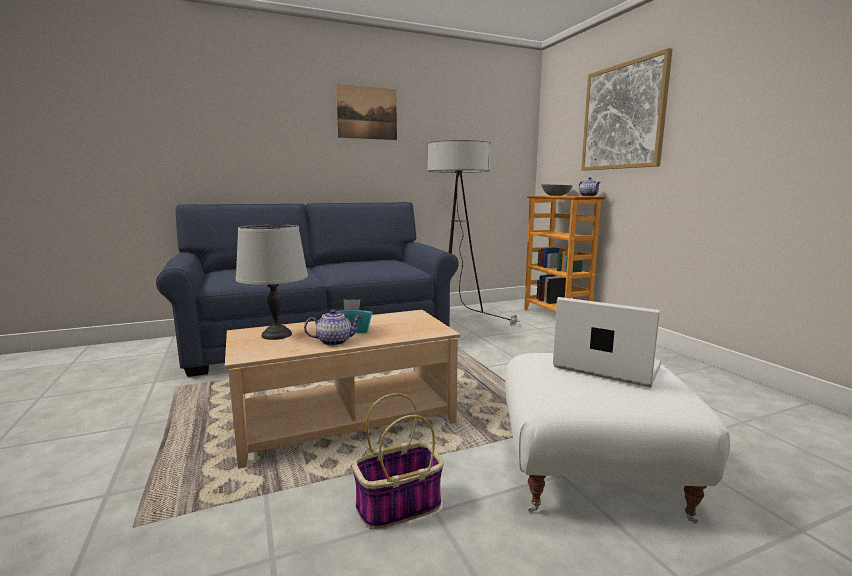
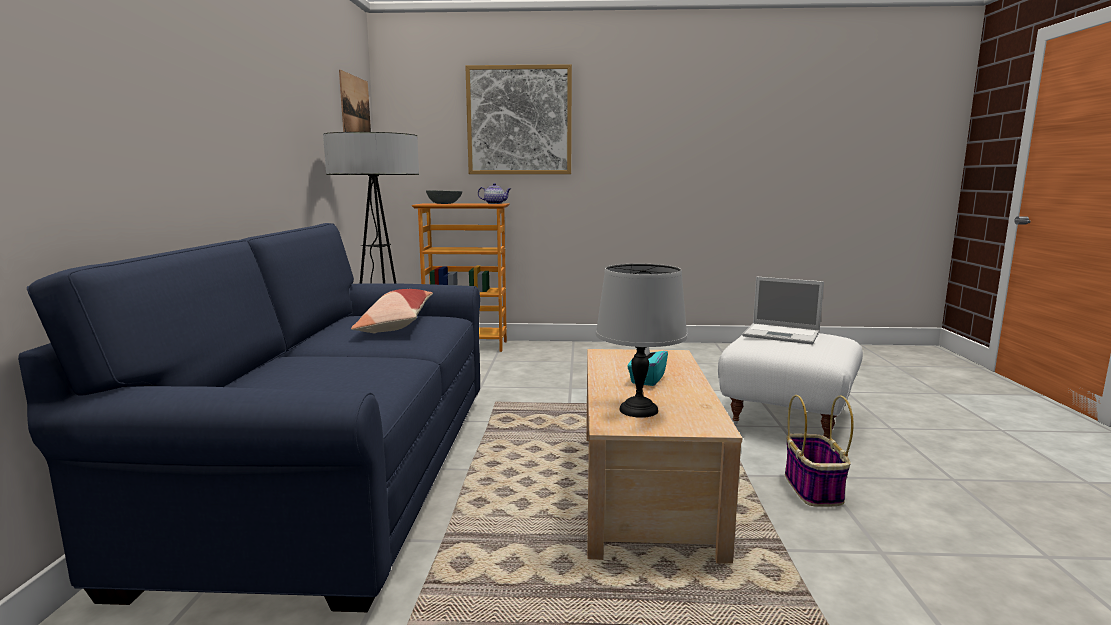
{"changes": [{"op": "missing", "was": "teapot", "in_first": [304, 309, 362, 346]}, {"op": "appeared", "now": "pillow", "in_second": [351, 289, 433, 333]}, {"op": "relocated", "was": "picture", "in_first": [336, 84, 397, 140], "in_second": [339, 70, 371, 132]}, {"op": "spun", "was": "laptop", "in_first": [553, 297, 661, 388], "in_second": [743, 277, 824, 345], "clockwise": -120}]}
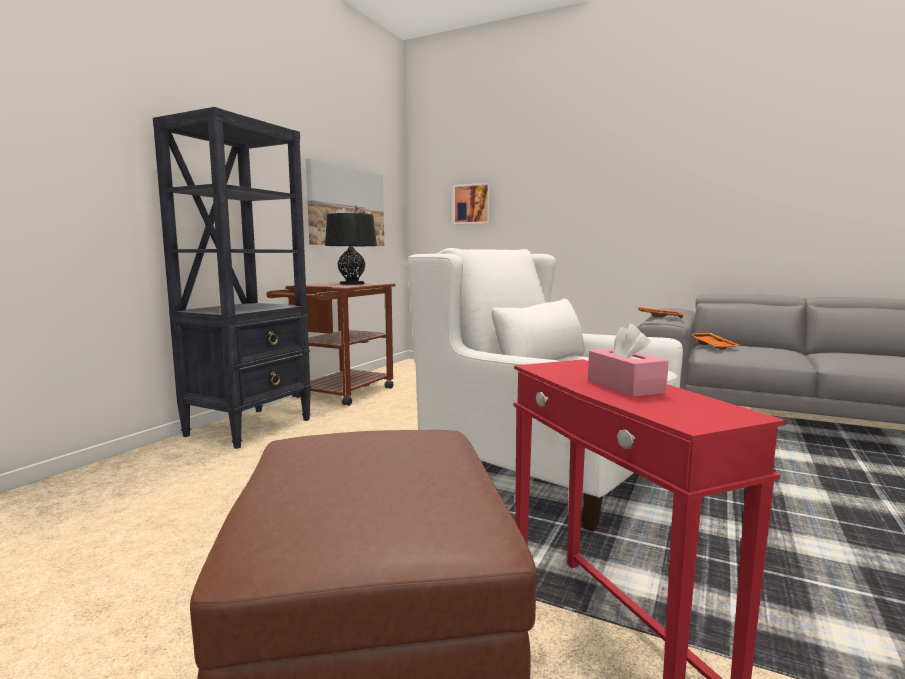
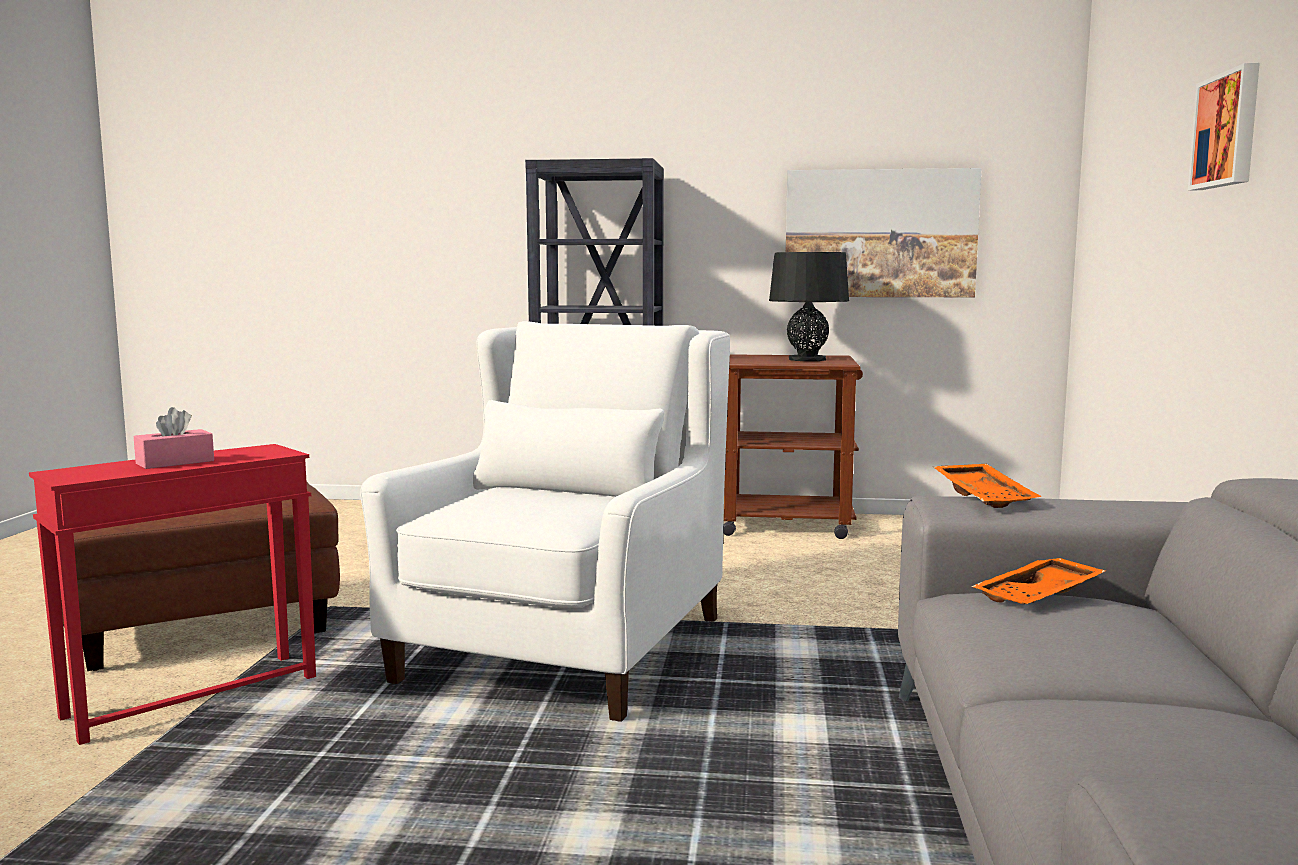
{"changes": [{"op": "relocated", "was": "picture", "in_first": [453, 183, 491, 225], "in_second": [1188, 63, 1260, 190]}]}
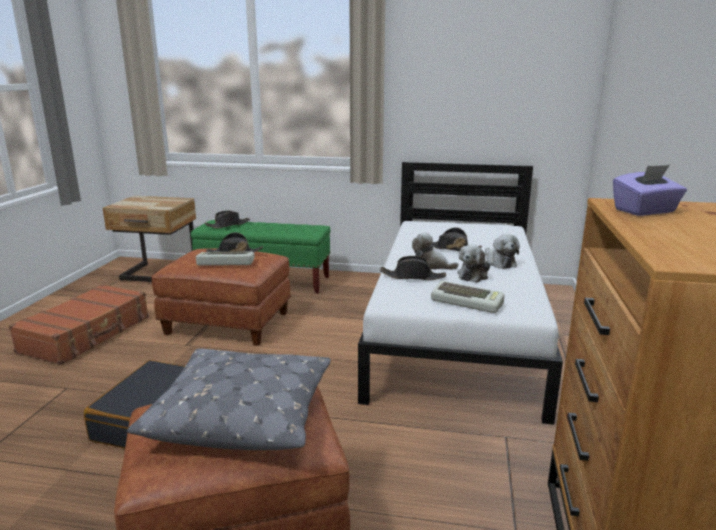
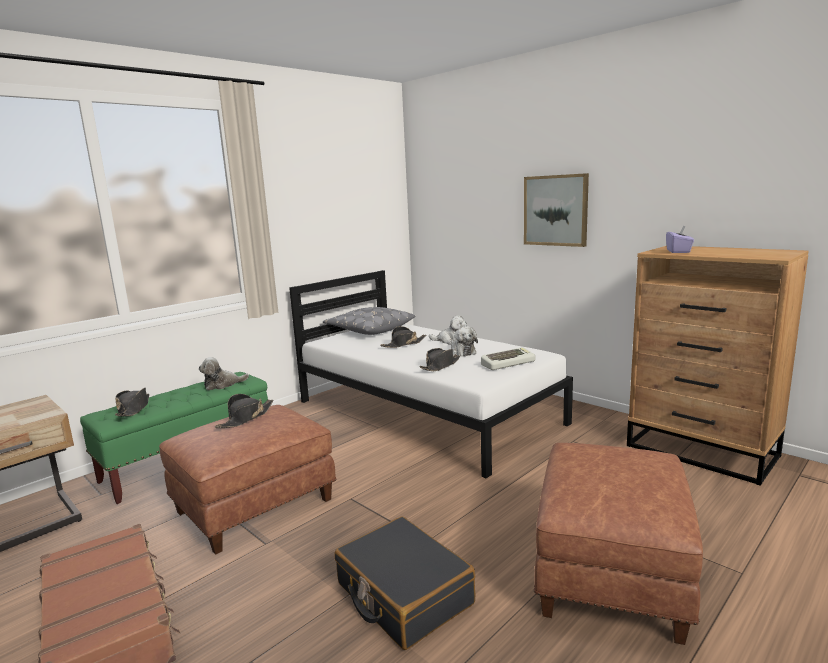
{"changes": [{"op": "missing", "was": "keyboard", "in_first": [196, 251, 255, 266]}, {"op": "appeared", "now": "picture", "in_second": [524, 173, 589, 247]}, {"op": "relocated", "was": "grey pillow", "in_first": [127, 348, 331, 450], "in_second": [323, 307, 415, 335]}, {"op": "relocated", "was": "plush toy", "in_first": [412, 232, 458, 270], "in_second": [199, 357, 249, 390]}]}
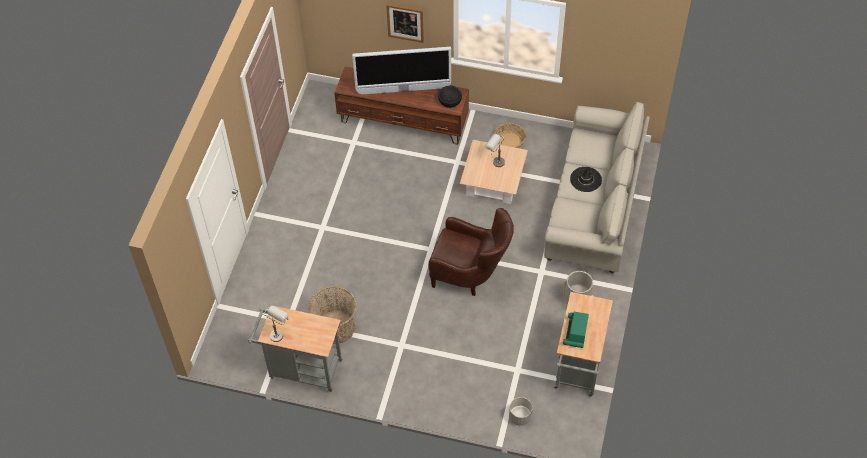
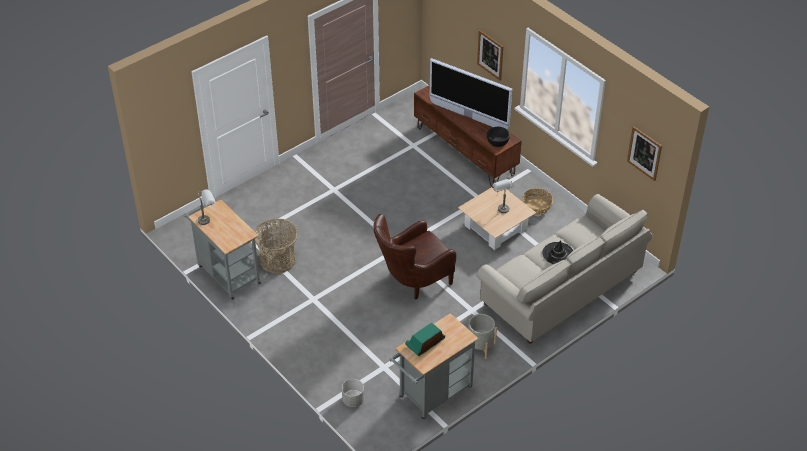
{"changes": [{"op": "appeared", "now": "picture", "in_second": [627, 126, 662, 181]}, {"op": "spun", "was": "brown armchair", "in_first": [429, 208, 514, 296], "in_second": [374, 214, 456, 300], "clockwise": 90}]}
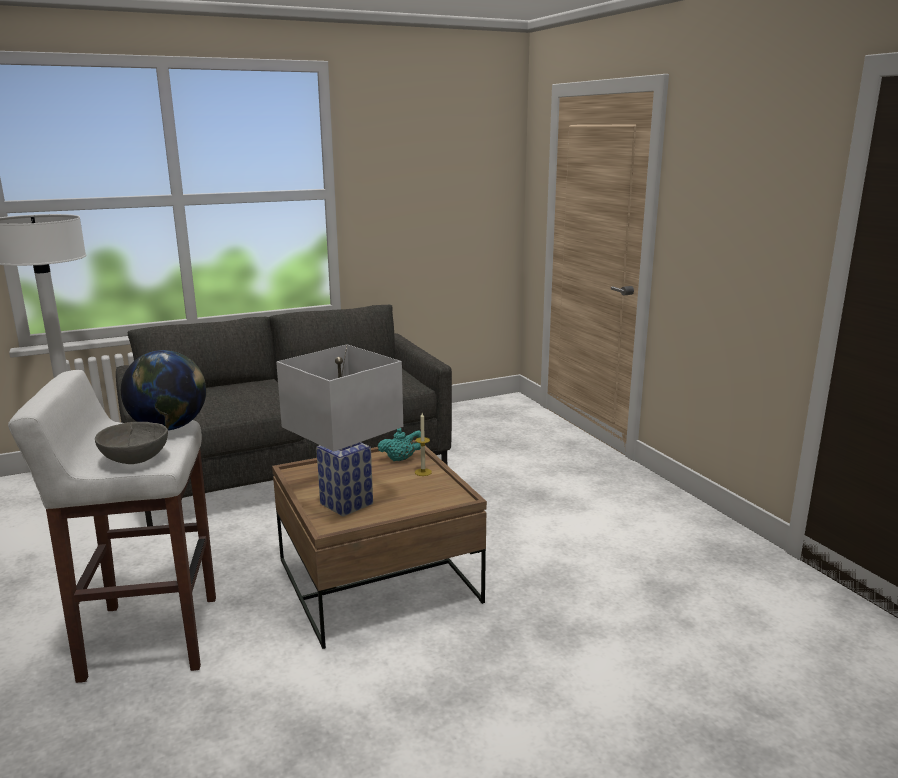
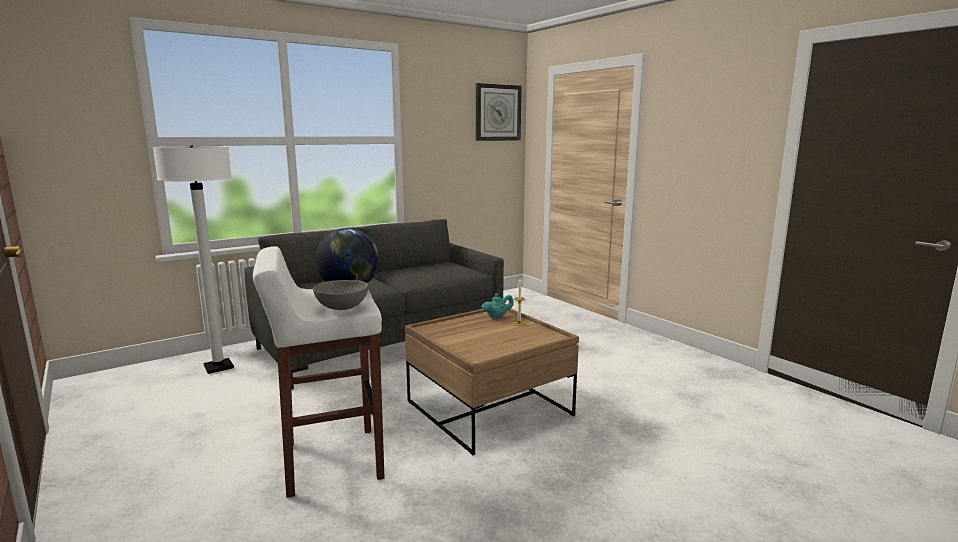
{"changes": [{"op": "missing", "was": "white table lamp", "in_first": [276, 344, 403, 517]}, {"op": "appeared", "now": "wall clock", "in_second": [476, 83, 522, 141]}]}
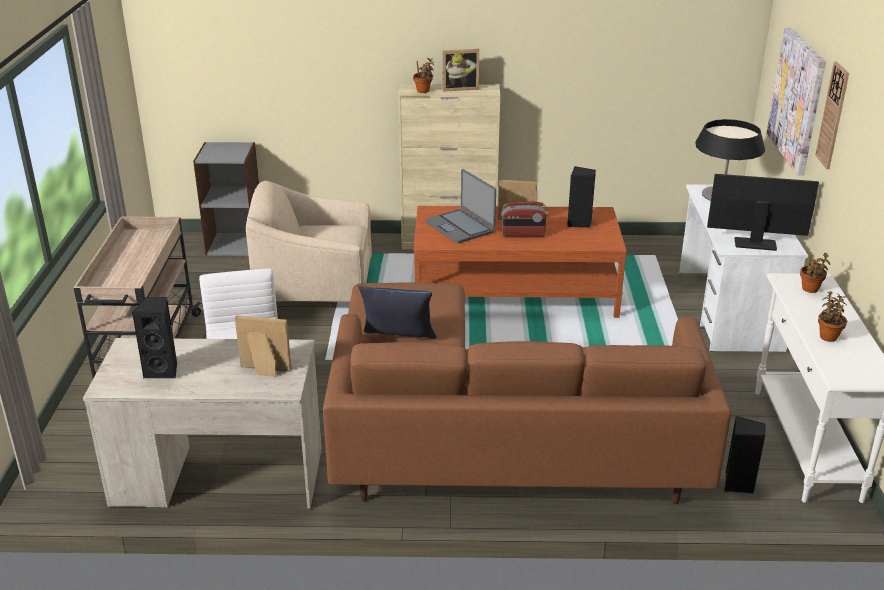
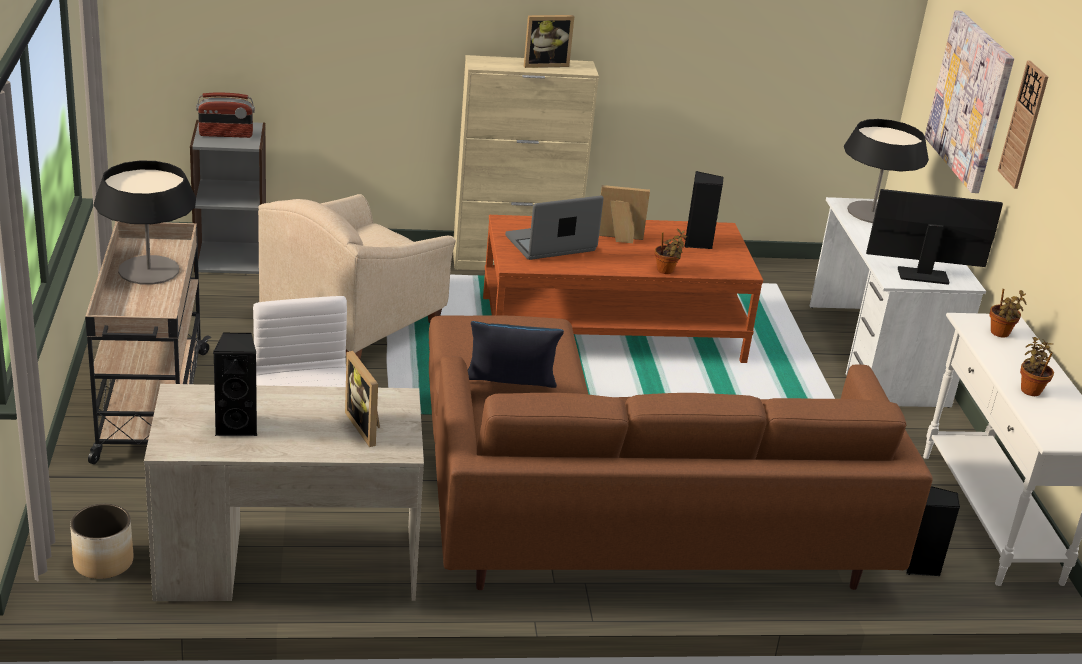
{"changes": [{"op": "appeared", "now": "planter", "in_second": [70, 504, 134, 579]}, {"op": "appeared", "now": "table lamp", "in_second": [94, 160, 196, 285]}, {"op": "relocated", "was": "potted plant", "in_first": [413, 58, 435, 93], "in_second": [655, 229, 687, 274]}, {"op": "relocated", "was": "radio", "in_first": [501, 201, 548, 237], "in_second": [196, 93, 255, 138]}, {"op": "spun", "was": "picture frame", "in_first": [235, 316, 291, 377], "in_second": [345, 351, 380, 447], "clockwise": -120}, {"op": "spun", "was": "beige armchair", "in_first": [246, 181, 372, 302], "in_second": [258, 194, 456, 359], "clockwise": -45}, {"op": "spun", "was": "laptop", "in_first": [425, 169, 496, 244], "in_second": [505, 196, 604, 260], "clockwise": 105}]}
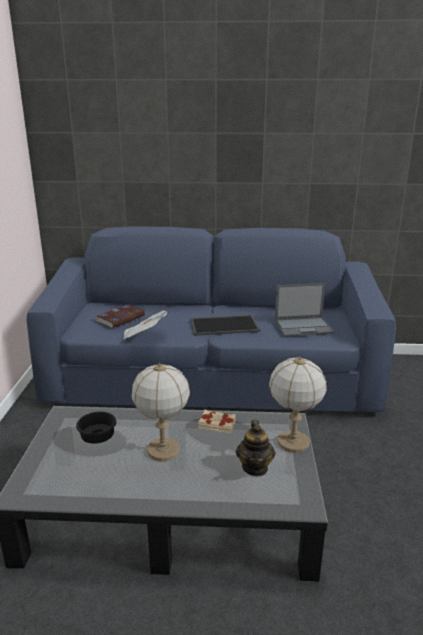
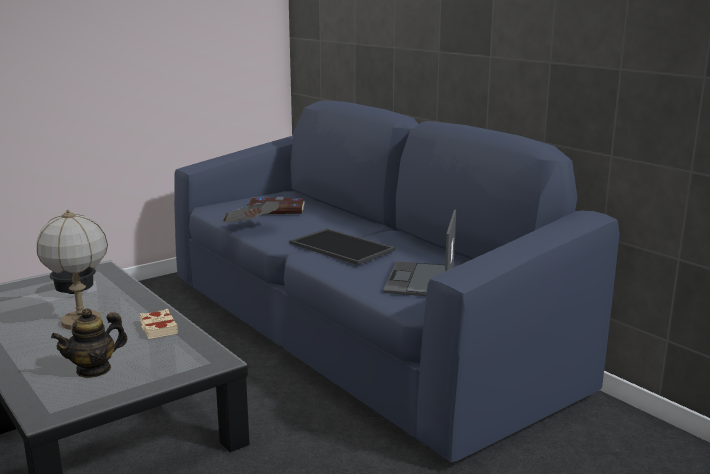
{"changes": [{"op": "missing", "was": "table lamp", "in_first": [269, 357, 327, 453]}, {"op": "spun", "was": "laptop", "in_first": [275, 283, 335, 336], "in_second": [383, 210, 456, 296], "clockwise": 60}]}
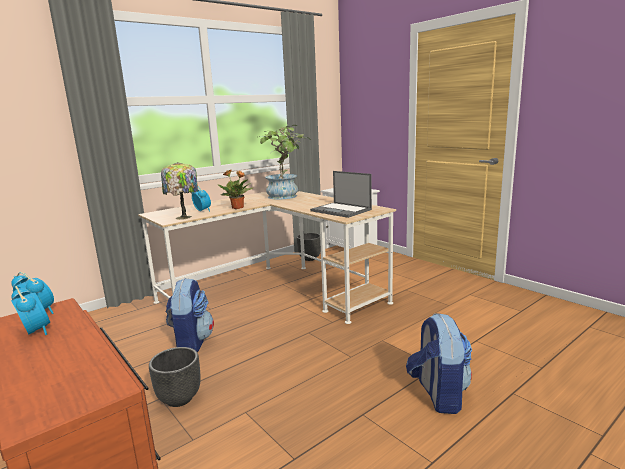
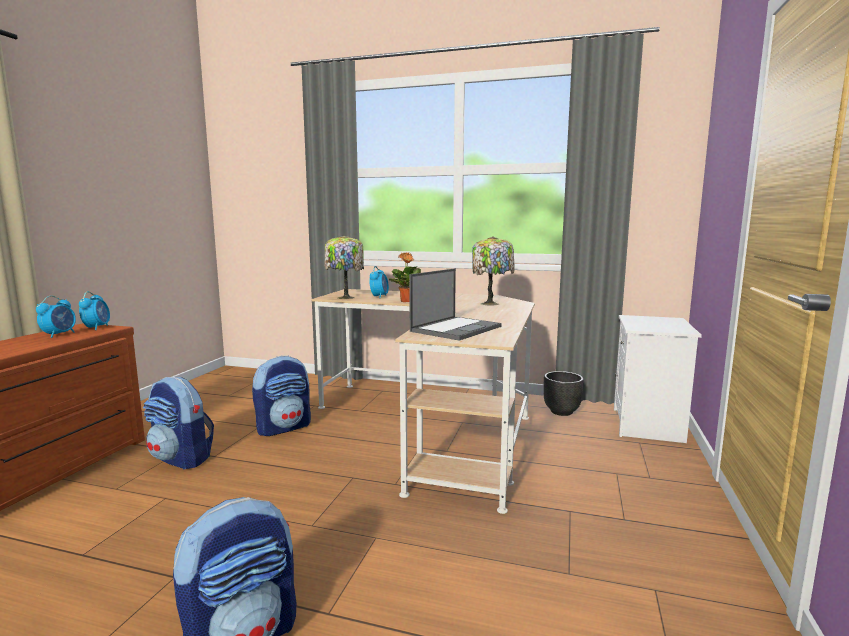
{"changes": [{"op": "exchanged", "was": "black planter", "now": "backpack", "in_first": [149, 347, 201, 407], "in_second": [143, 377, 214, 470]}, {"op": "exchanged", "was": "potted plant", "now": "table lamp", "in_first": [259, 125, 311, 199], "in_second": [472, 237, 515, 306]}, {"op": "spun", "was": "laptop", "in_first": [310, 171, 372, 218], "in_second": [409, 268, 501, 341], "clockwise": -150}]}
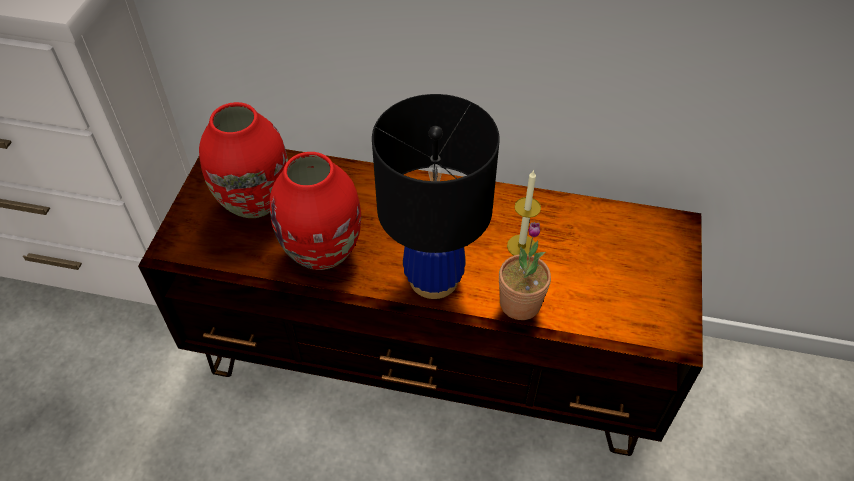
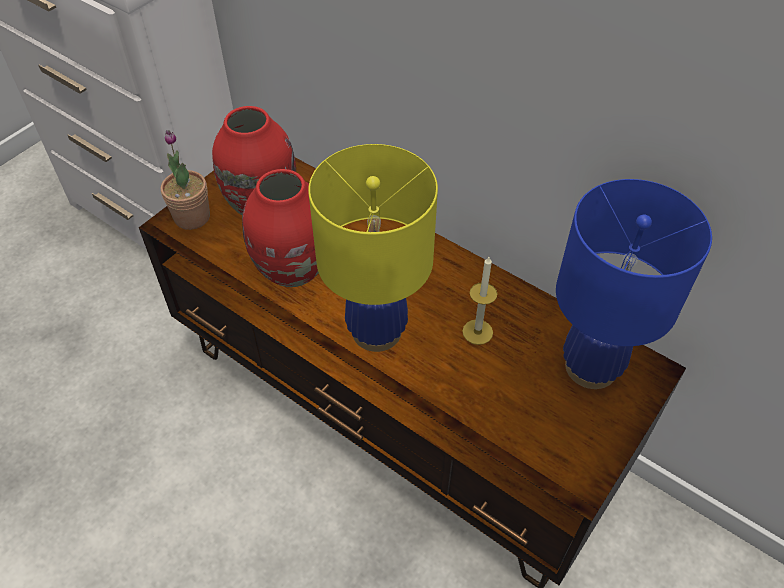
{"changes": [{"op": "appeared", "now": "blue table lamp", "in_second": [556, 179, 712, 389]}, {"op": "relocated", "was": "potted plant", "in_first": [499, 222, 551, 320], "in_second": [160, 130, 210, 230]}, {"op": "colour", "was": "black table lamp", "now": "yellow table lamp", "in_first": [372, 94, 500, 299], "in_second": [308, 144, 438, 352]}]}
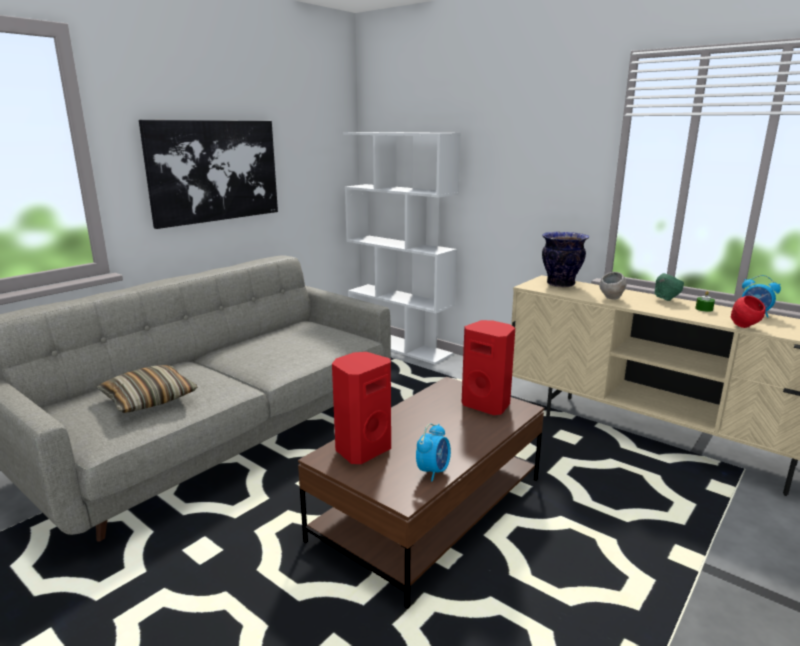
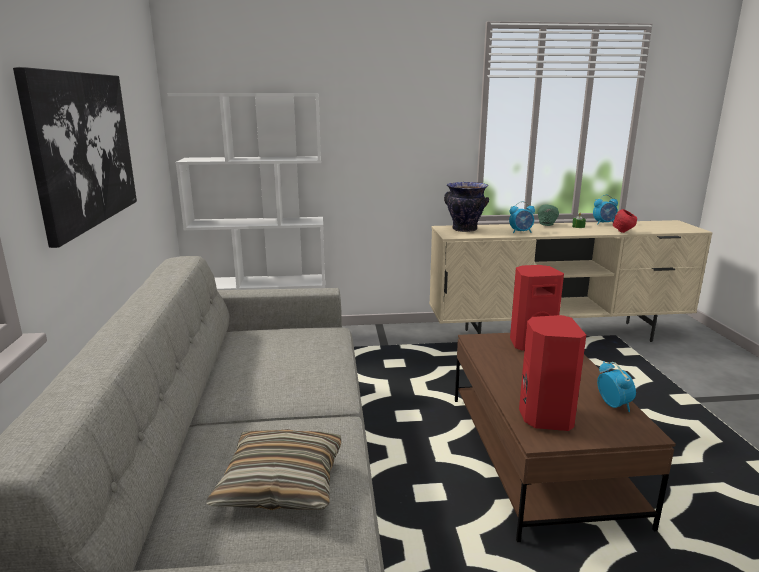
{"changes": [{"op": "exchanged", "was": "grey bowl", "now": "alarm clock", "in_first": [599, 272, 627, 300], "in_second": [509, 201, 535, 233]}]}
